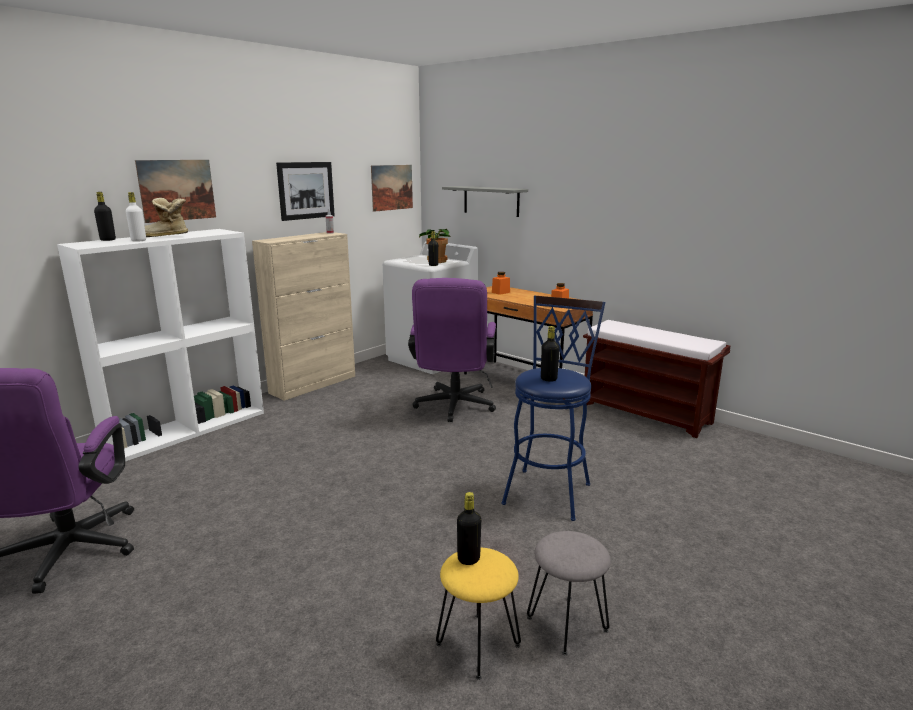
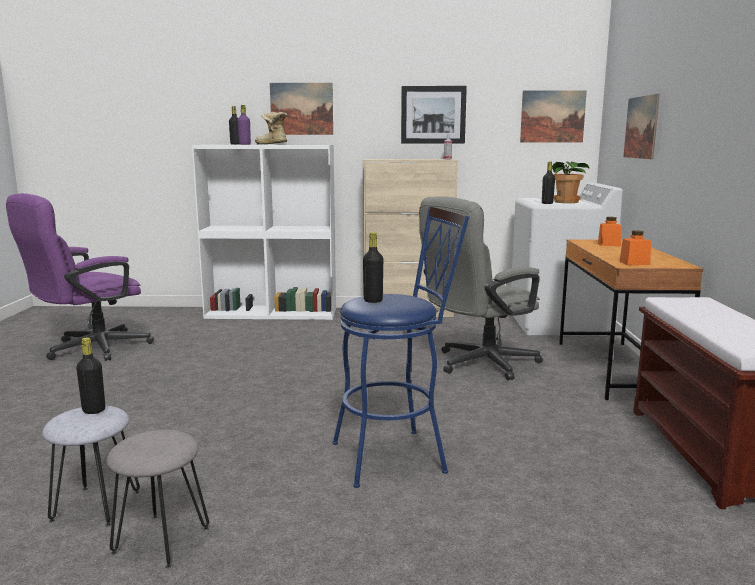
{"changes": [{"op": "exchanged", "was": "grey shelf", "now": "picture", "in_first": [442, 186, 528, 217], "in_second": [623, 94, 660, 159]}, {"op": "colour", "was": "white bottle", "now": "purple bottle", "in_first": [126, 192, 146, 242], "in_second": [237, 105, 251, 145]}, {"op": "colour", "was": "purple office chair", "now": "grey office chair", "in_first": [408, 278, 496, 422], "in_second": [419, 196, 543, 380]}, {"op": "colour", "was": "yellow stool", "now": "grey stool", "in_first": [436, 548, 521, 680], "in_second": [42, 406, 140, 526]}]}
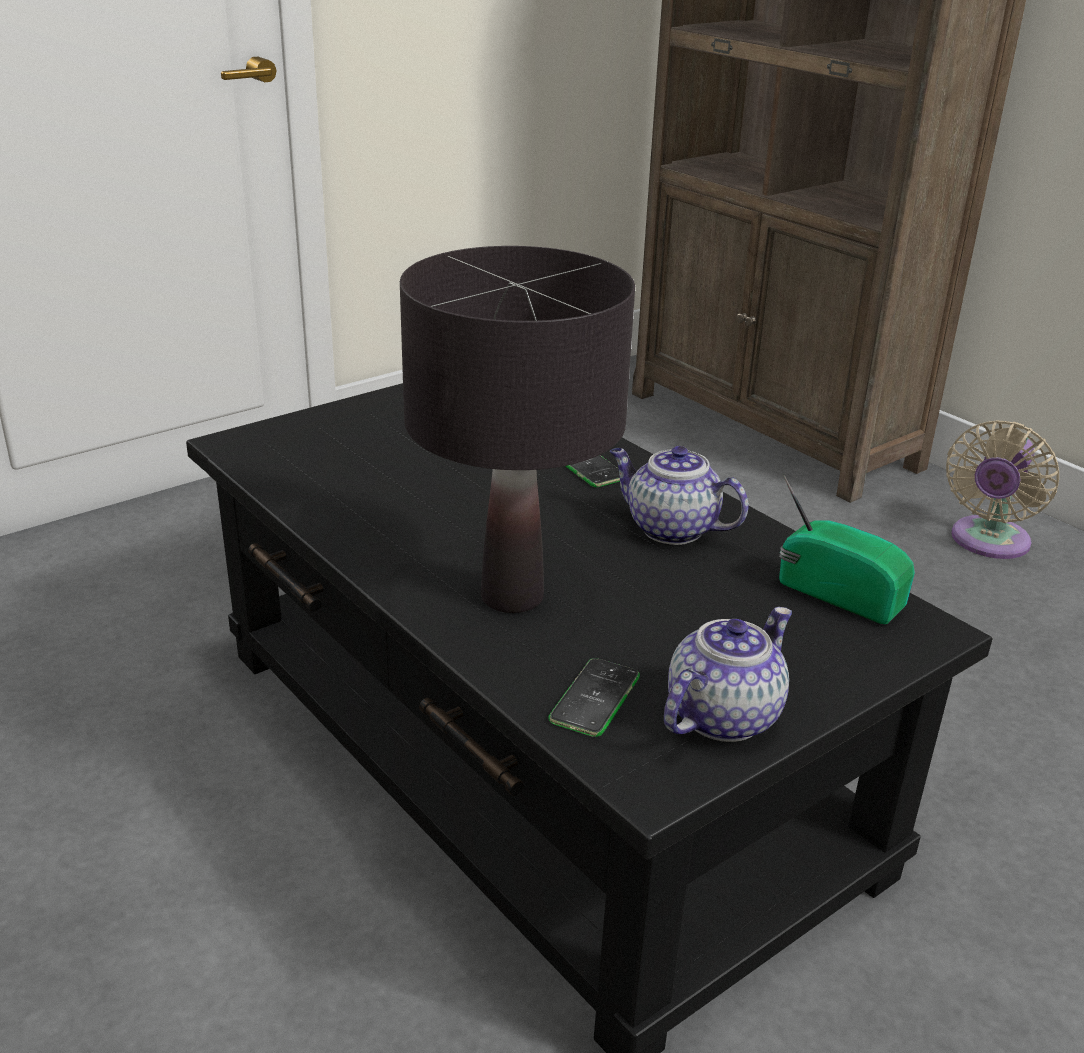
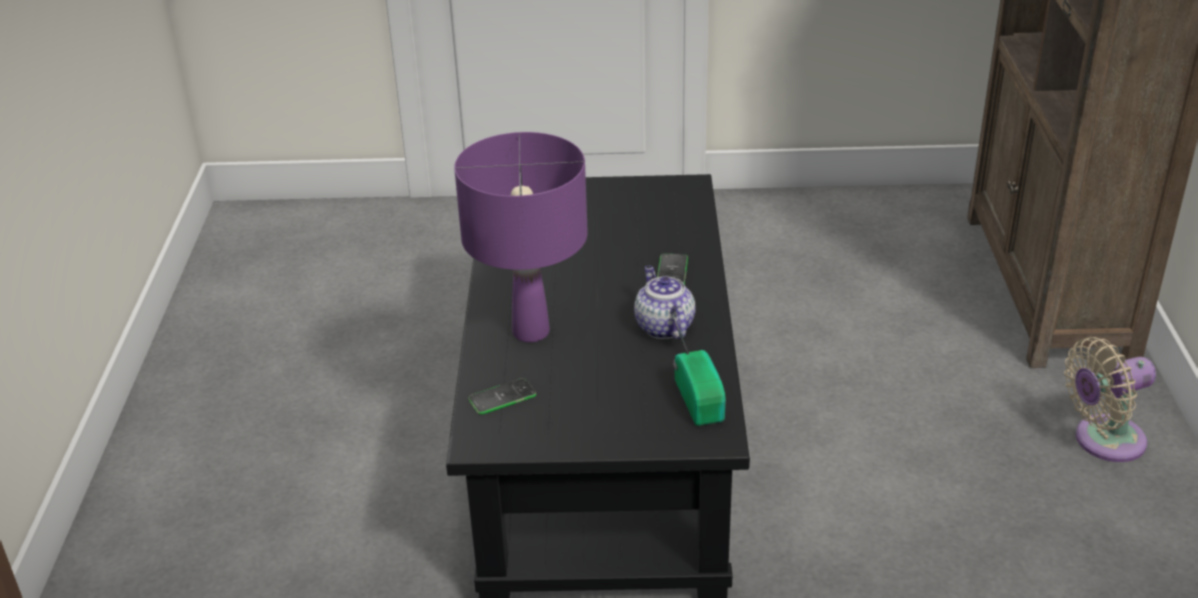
{"changes": [{"op": "missing", "was": "teapot", "in_first": [664, 607, 792, 742]}, {"op": "colour", "was": "black table lamp", "now": "purple table lamp", "in_first": [400, 246, 635, 613], "in_second": [454, 132, 588, 342]}]}
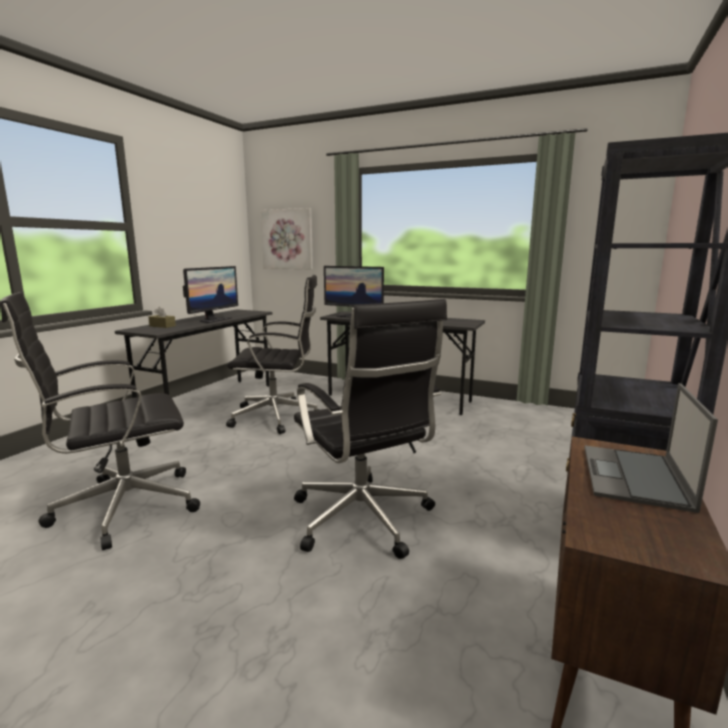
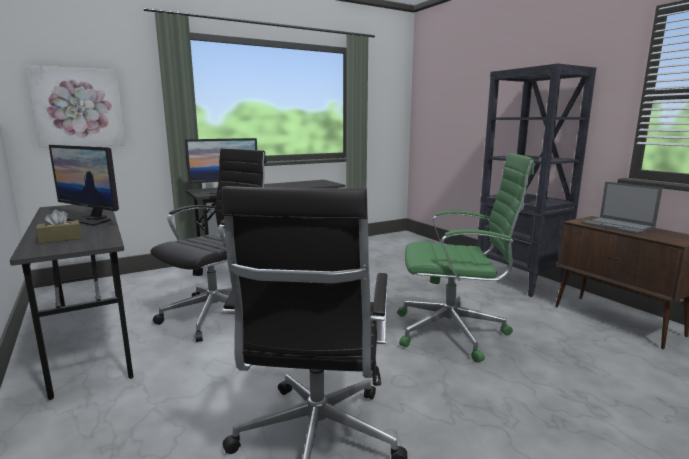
{"changes": [{"op": "colour", "was": "black office chair", "now": "green office chair", "in_first": [294, 299, 447, 559], "in_second": [397, 153, 534, 362]}, {"op": "spun", "was": "monitor", "in_first": [183, 266, 238, 323], "in_second": [49, 145, 119, 226], "clockwise": 150}]}
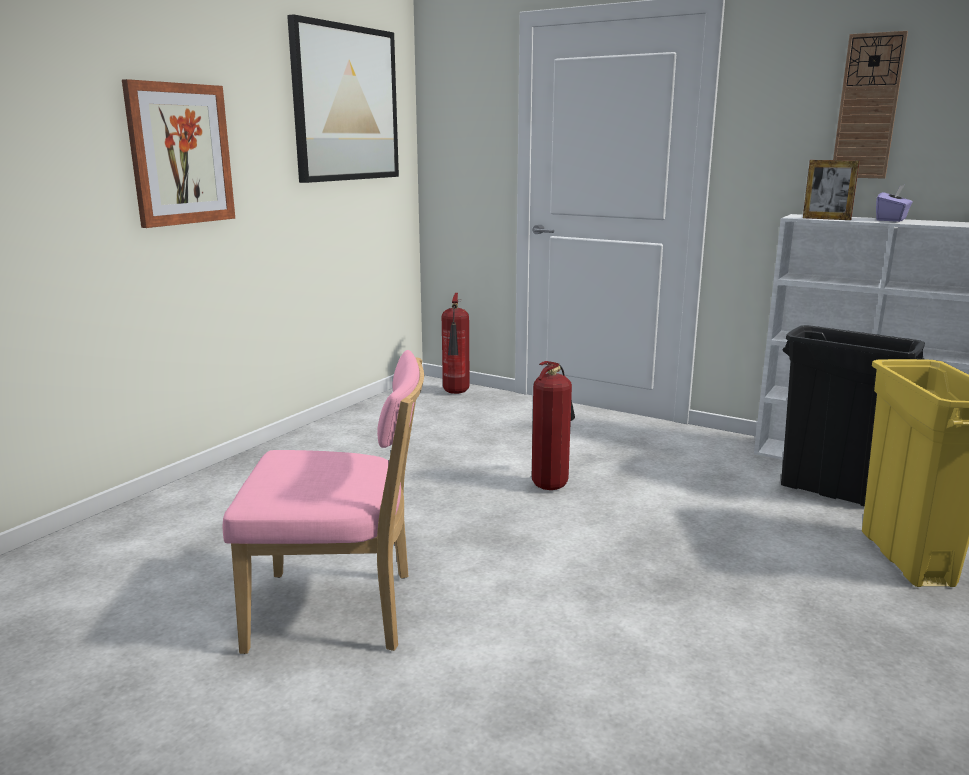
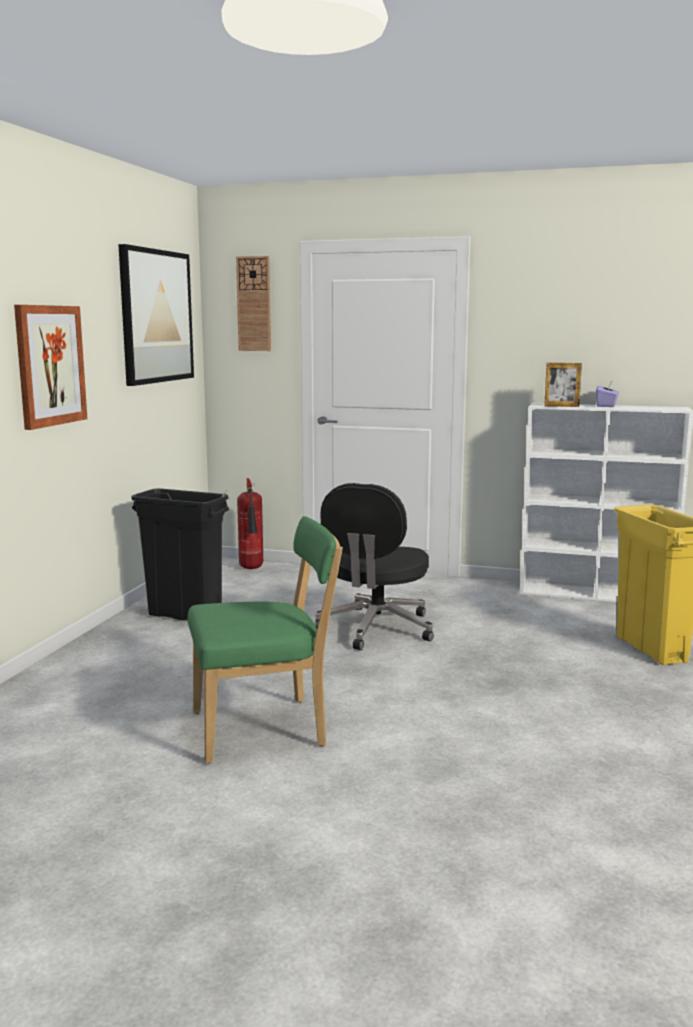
{"changes": [{"op": "relocated", "was": "black trash can", "in_first": [781, 325, 925, 507], "in_second": [131, 488, 229, 620]}, {"op": "relocated", "was": "wall clock", "in_first": [833, 31, 908, 179], "in_second": [236, 256, 271, 351]}, {"op": "exchanged", "was": "fire extinguisher", "now": "black office chair", "in_first": [532, 361, 575, 490], "in_second": [315, 483, 434, 650]}, {"op": "colour", "was": "pink chair", "now": "green chair", "in_first": [223, 350, 424, 654], "in_second": [187, 516, 343, 763]}]}
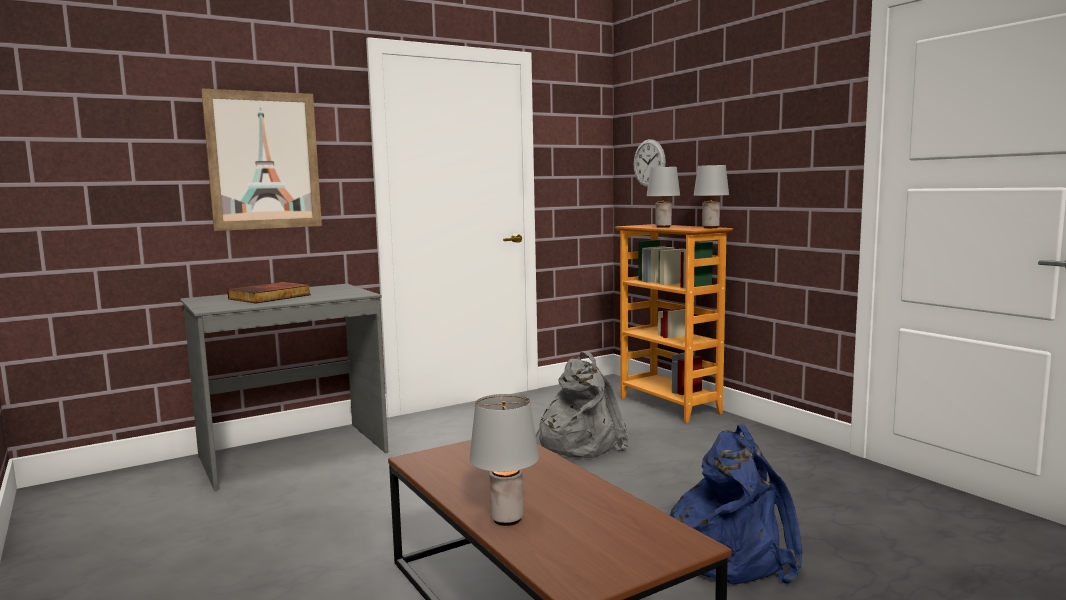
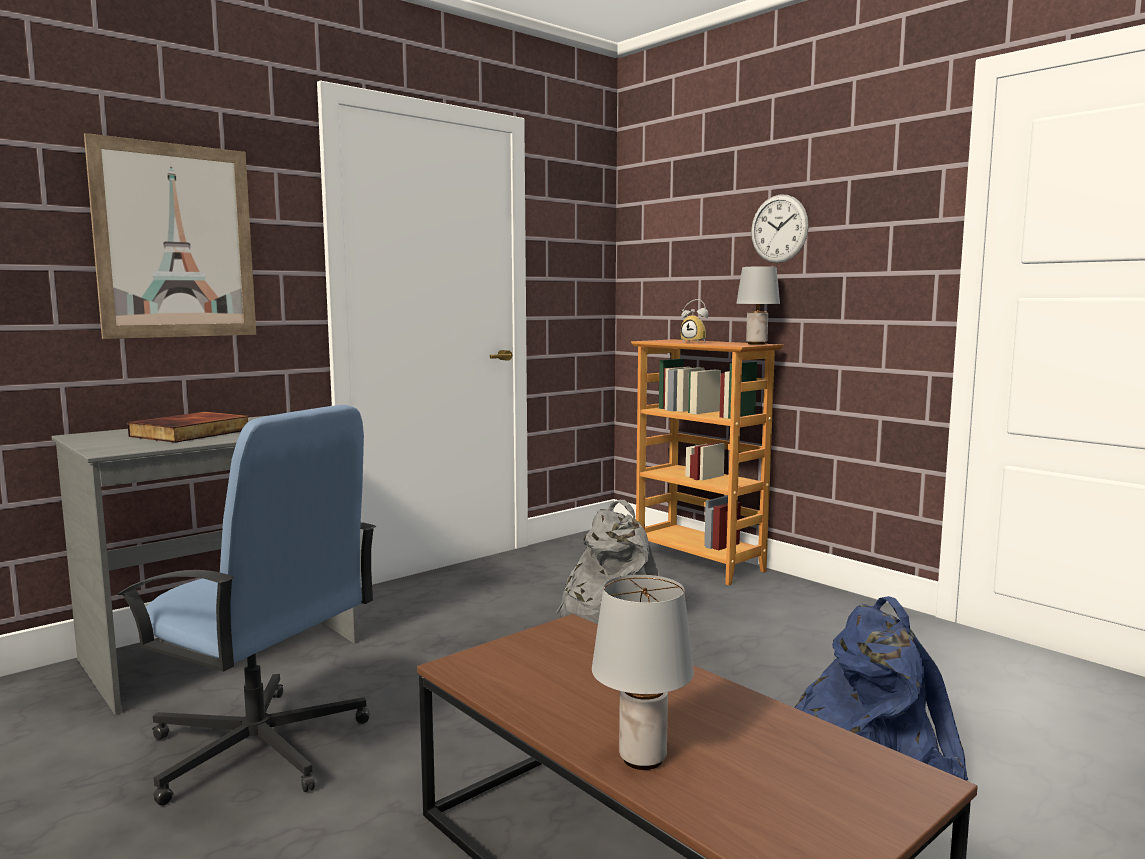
{"changes": [{"op": "appeared", "now": "blue office chair", "in_second": [117, 405, 376, 806]}, {"op": "relocated", "was": "wall clock", "in_first": [634, 139, 666, 187], "in_second": [751, 194, 809, 263]}, {"op": "exchanged", "was": "grey table lamp", "now": "alarm clock", "in_first": [647, 167, 680, 228], "in_second": [681, 299, 708, 343]}]}
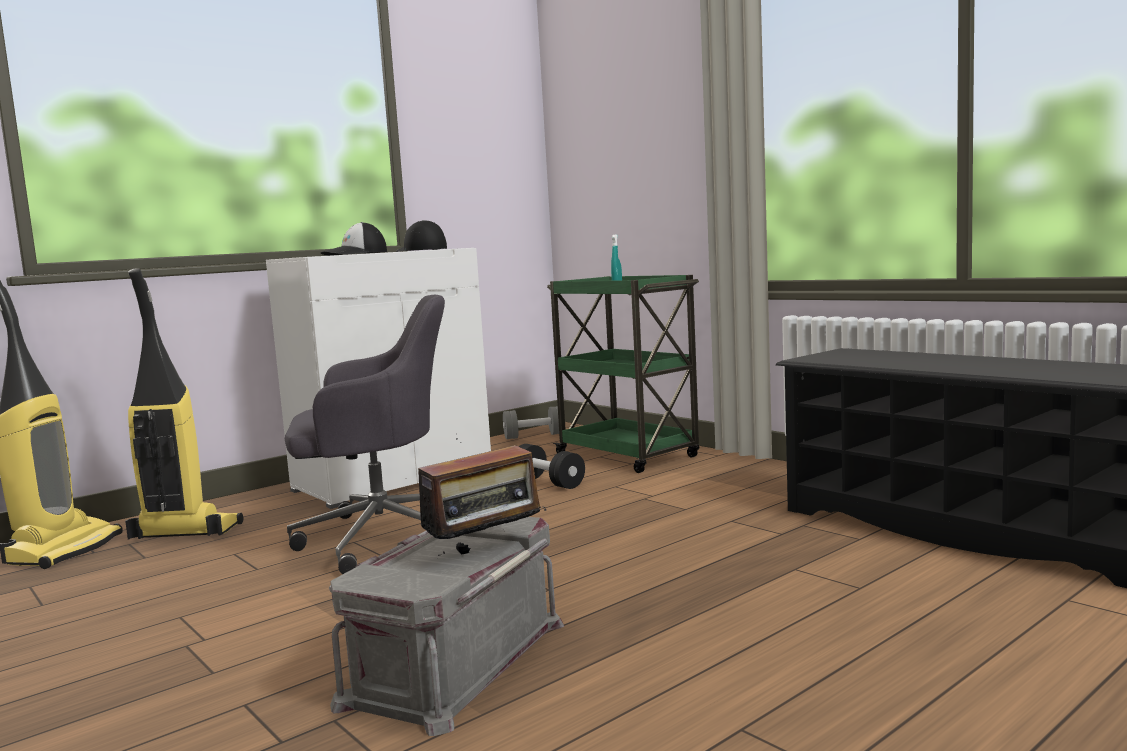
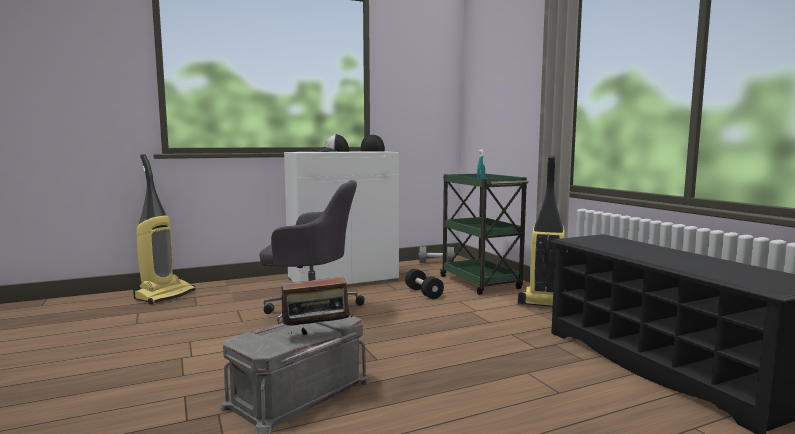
{"changes": [{"op": "relocated", "was": "vacuum cleaner", "in_first": [125, 268, 243, 540], "in_second": [518, 155, 565, 307]}]}
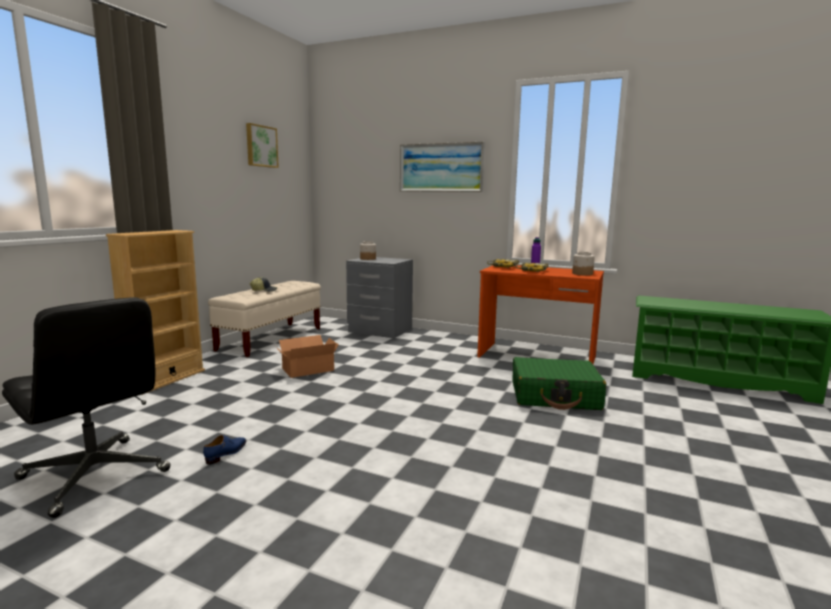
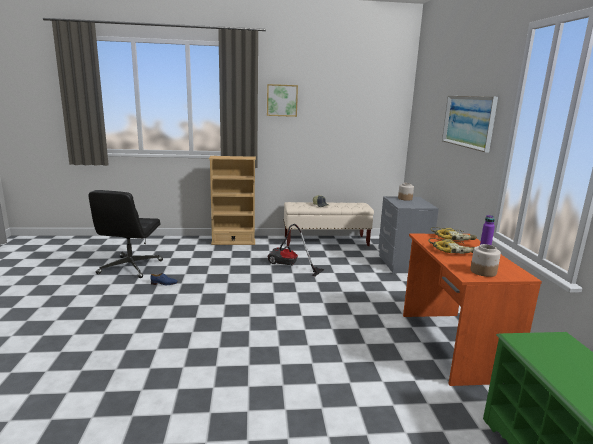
{"changes": [{"op": "missing", "was": "green suitcase", "in_first": [512, 357, 606, 410]}, {"op": "relocated", "was": "picture", "in_first": [246, 123, 279, 168], "in_second": [267, 84, 298, 117]}, {"op": "exchanged", "was": "cardboard box", "now": "vacuum cleaner", "in_first": [275, 335, 339, 378], "in_second": [267, 224, 324, 276]}]}
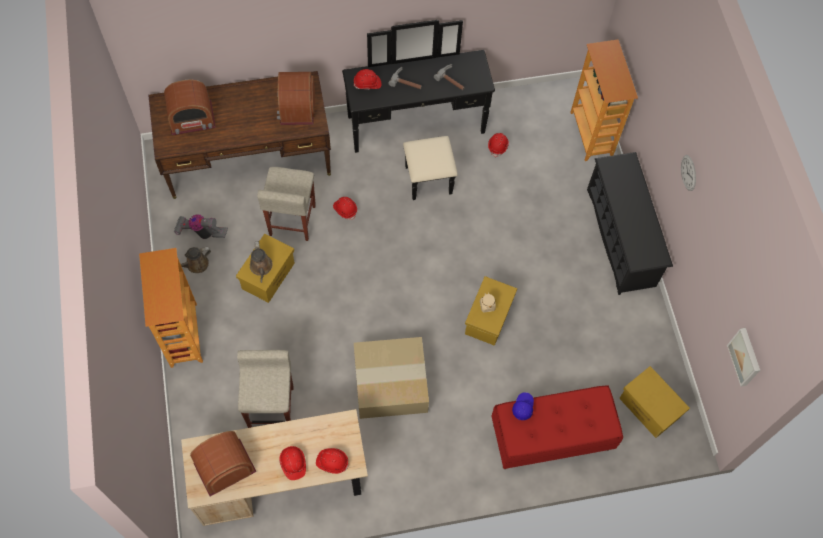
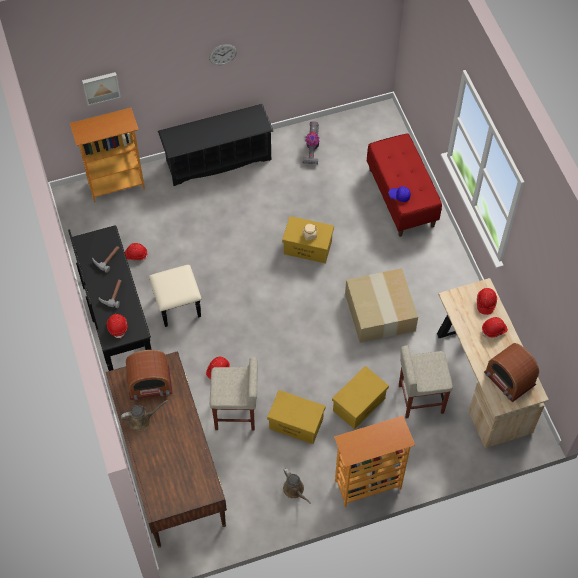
{"changes": [{"op": "missing", "was": "radio", "in_first": [164, 80, 216, 135]}, {"op": "relocated", "was": "vacuum cleaner", "in_first": [174, 214, 228, 239], "in_second": [303, 121, 319, 164]}, {"op": "relocated", "was": "brown watering can", "in_first": [250, 241, 273, 283], "in_second": [121, 400, 168, 431]}, {"op": "relocated", "was": "yellow storage box", "in_first": [619, 366, 690, 438], "in_second": [332, 366, 389, 429]}, {"op": "relocated", "was": "picture", "in_first": [727, 328, 760, 387], "in_second": [82, 72, 121, 106]}]}
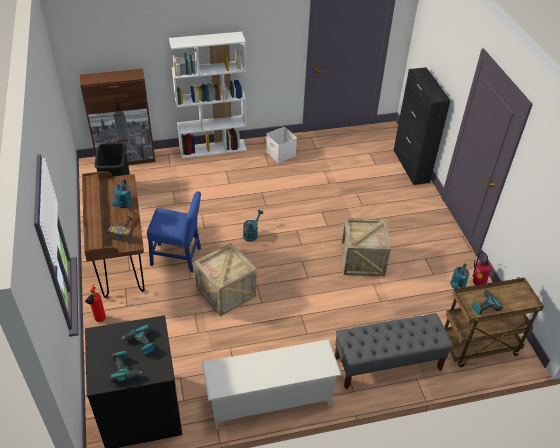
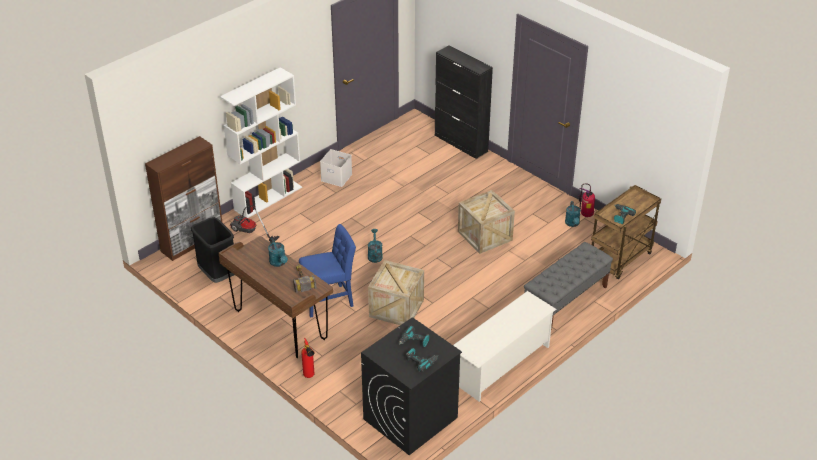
{"changes": [{"op": "appeared", "now": "vacuum cleaner", "in_second": [230, 205, 280, 241]}]}
